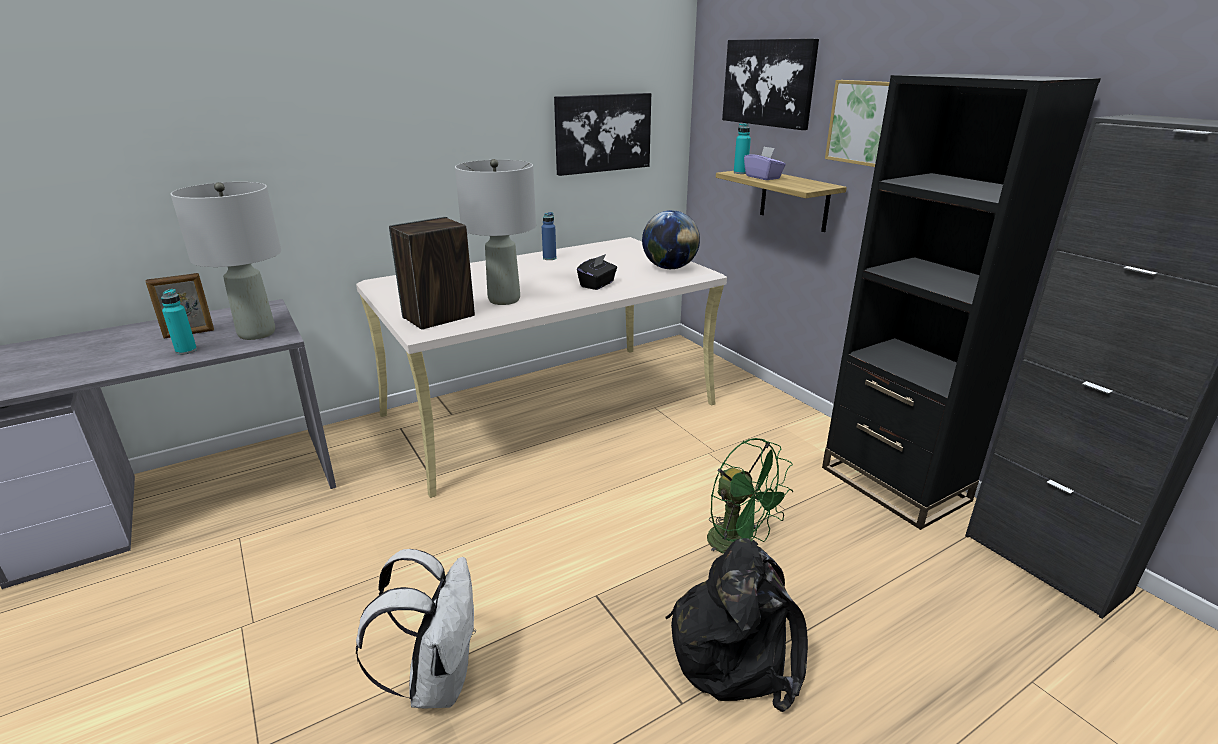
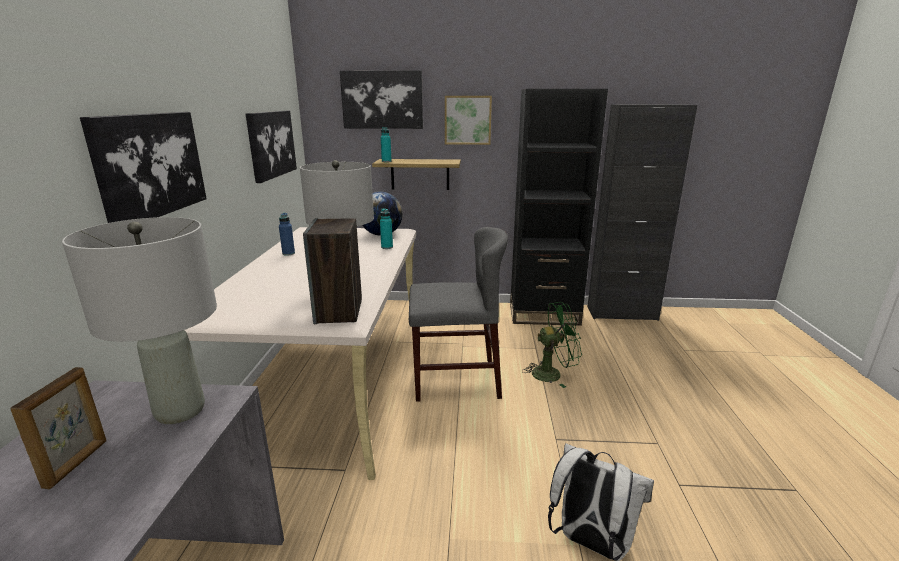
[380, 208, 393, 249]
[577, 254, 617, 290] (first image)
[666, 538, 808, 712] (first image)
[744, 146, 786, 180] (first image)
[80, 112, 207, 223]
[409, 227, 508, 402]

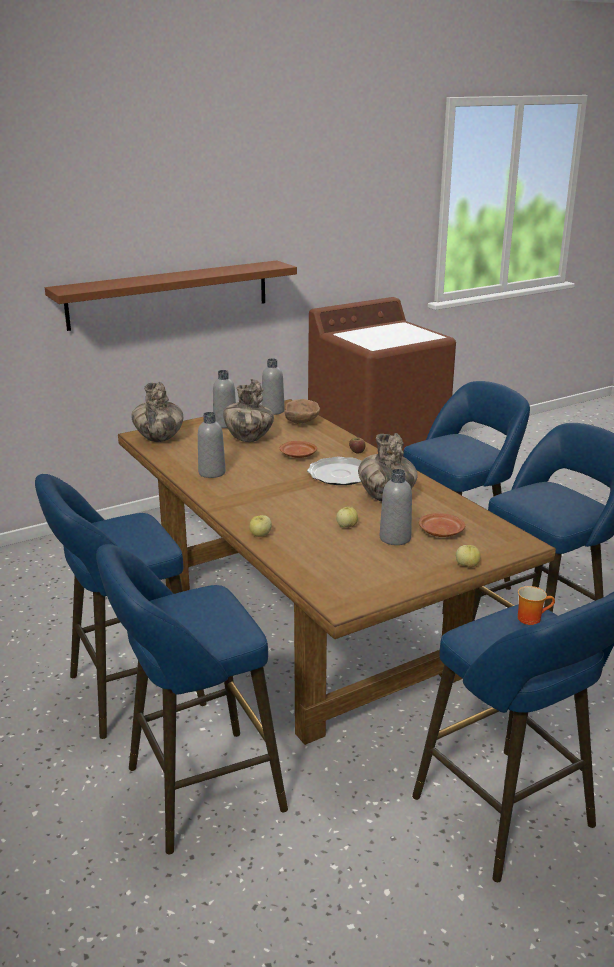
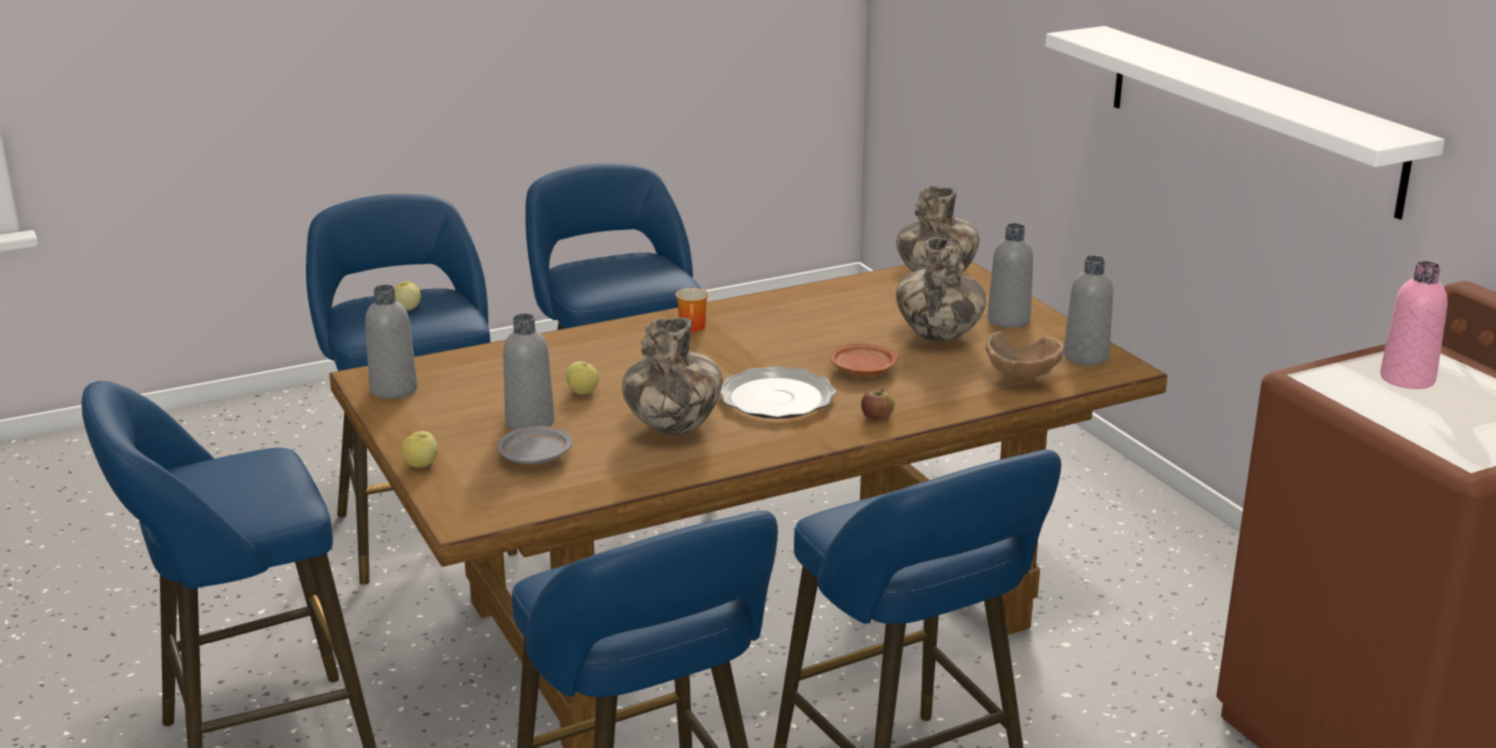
[1046, 26, 1445, 220]
[365, 285, 418, 399]
[394, 282, 421, 311]
[497, 426, 572, 464]
[675, 288, 709, 332]
[1380, 261, 1448, 389]

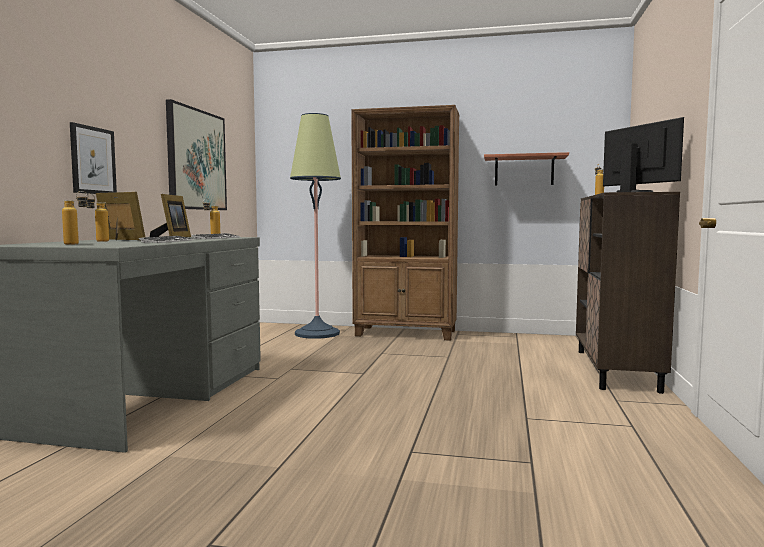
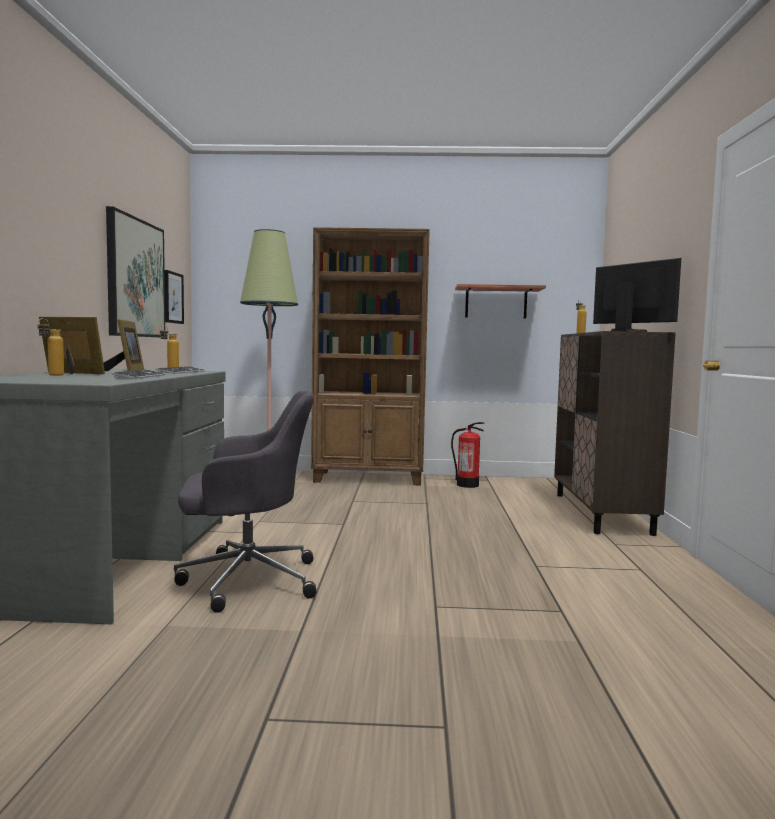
[62, 191, 89, 245] (first image)
[165, 270, 184, 324]
[174, 391, 316, 613]
[451, 422, 484, 488]

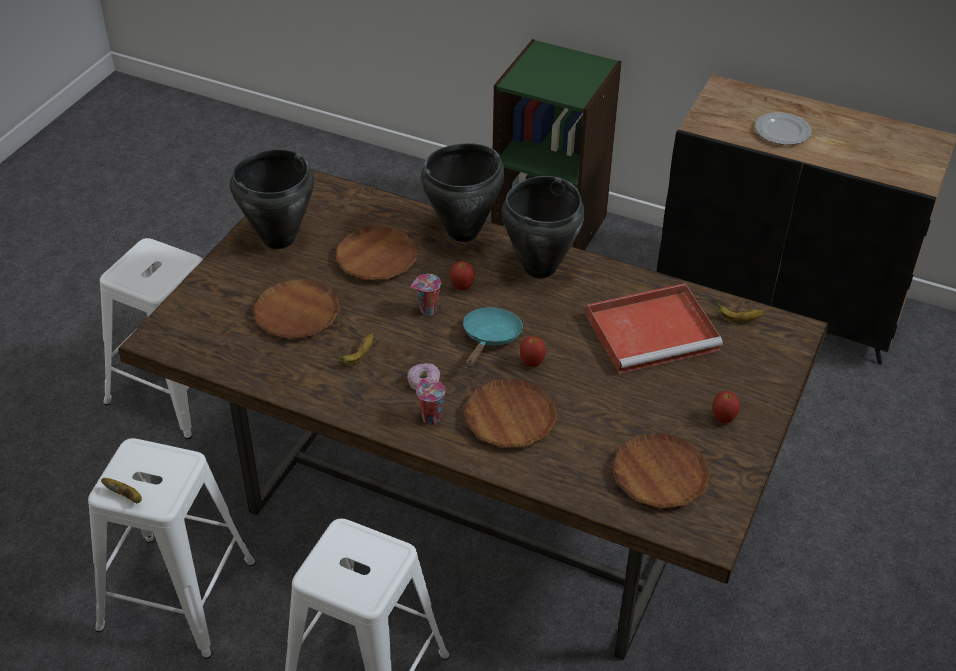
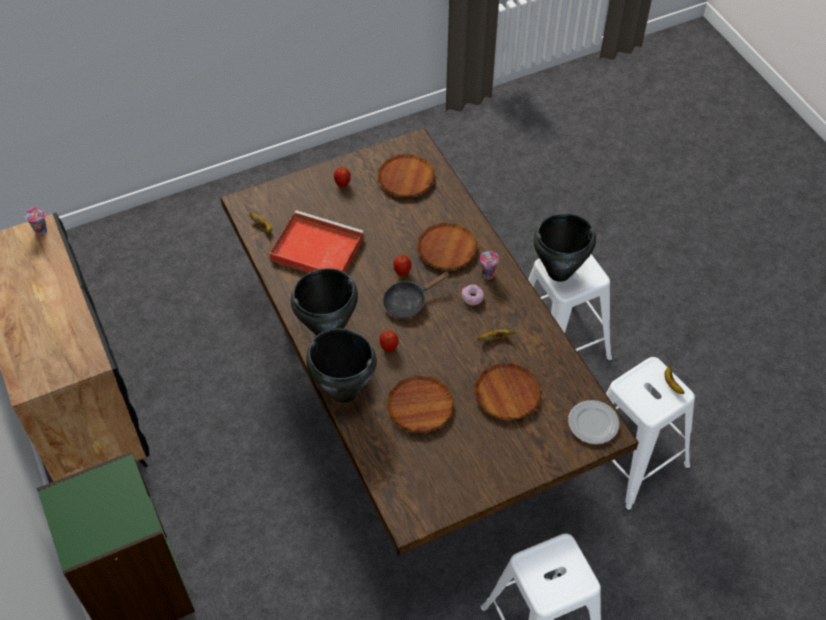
[533, 214, 596, 282]
[25, 207, 47, 236]
[383, 272, 450, 319]
[568, 400, 619, 444]

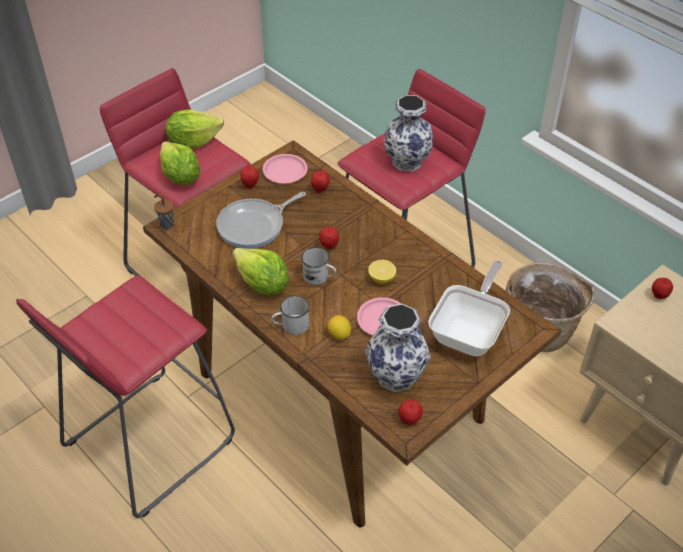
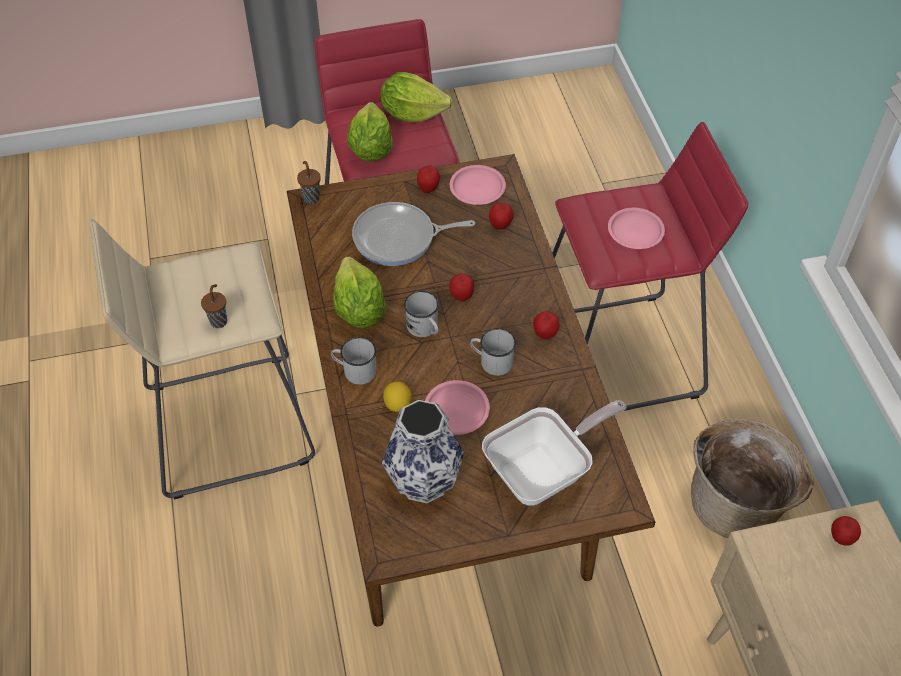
[89, 219, 315, 499]
[470, 328, 516, 376]
[608, 208, 665, 249]
[533, 311, 559, 340]
[201, 284, 227, 328]

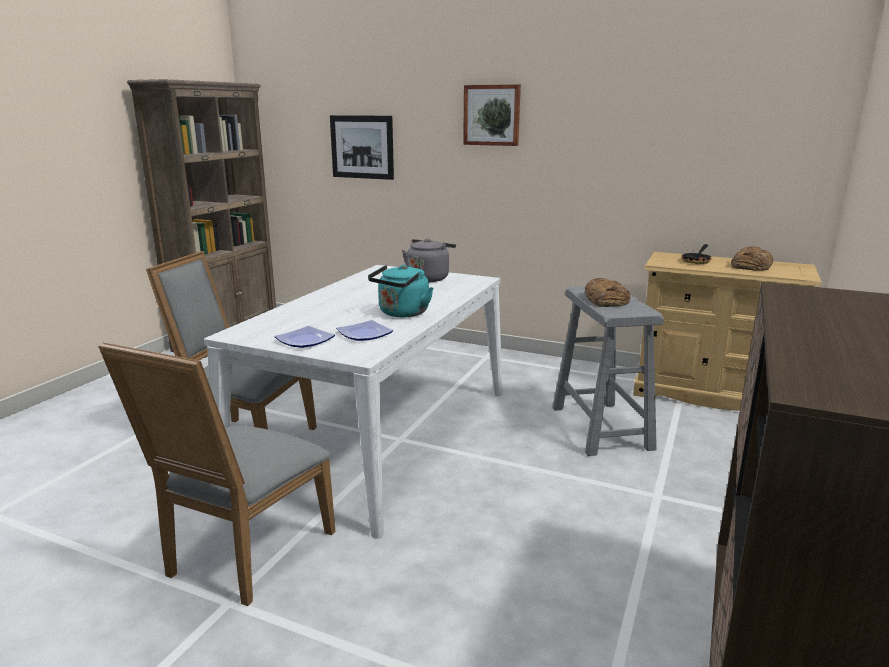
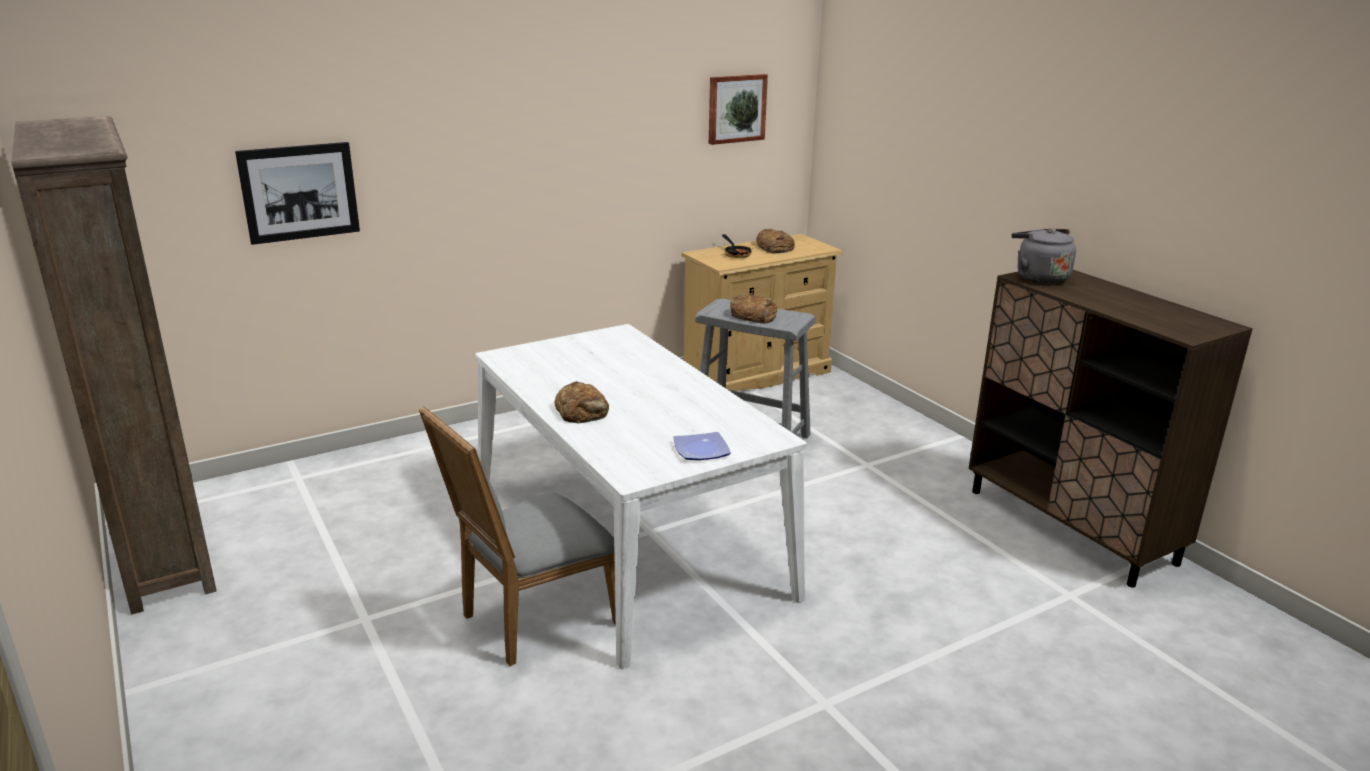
[98, 342, 335, 606] (first image)
[336, 320, 393, 341] (first image)
[368, 264, 433, 317] (first image)
[1011, 228, 1076, 284]
[709, 74, 768, 145]
[555, 381, 609, 424]

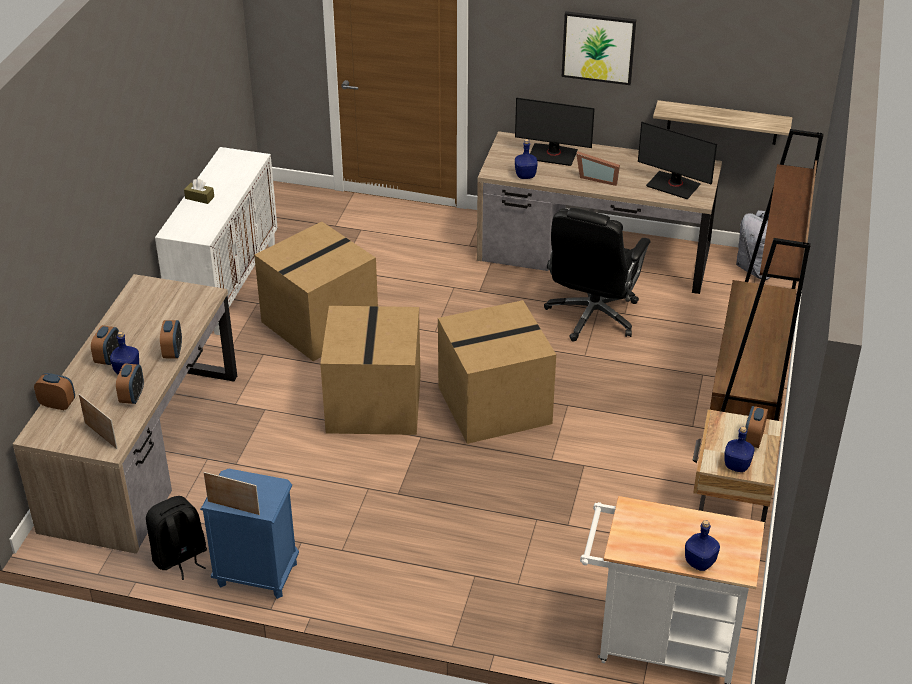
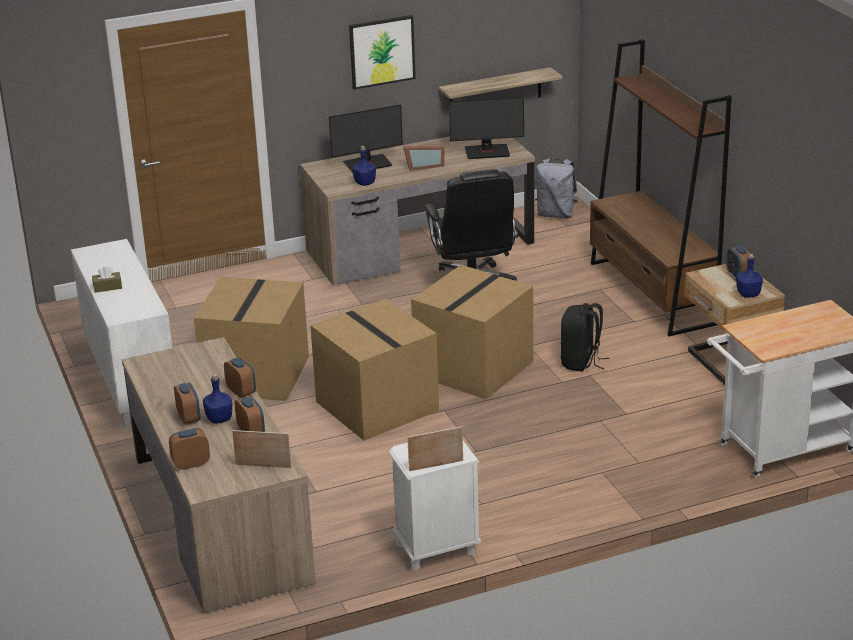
[561, 303, 609, 372]
[389, 441, 481, 571]
[685, 520, 720, 571] (first image)

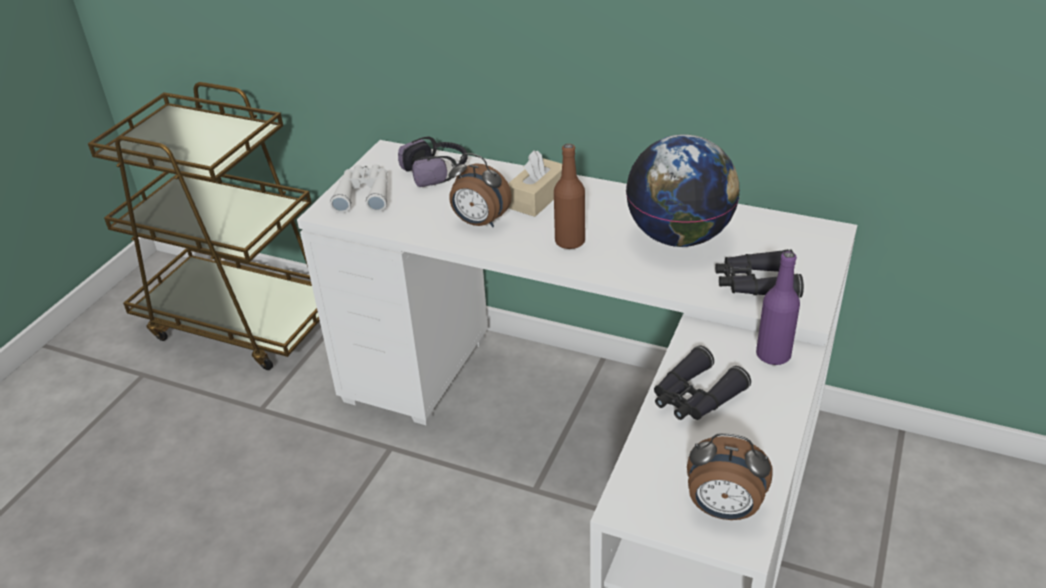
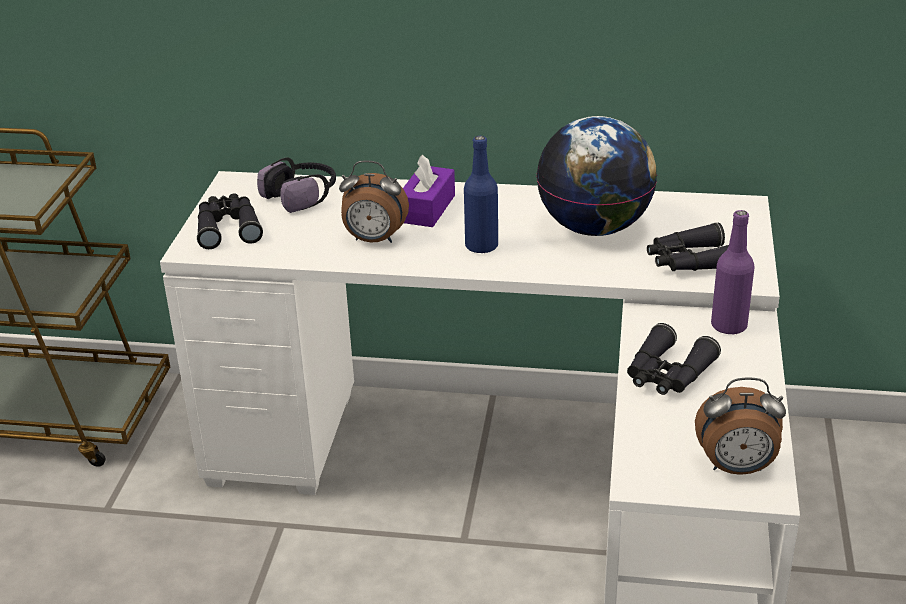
[197, 193, 263, 249]
[403, 155, 455, 227]
[464, 136, 498, 254]

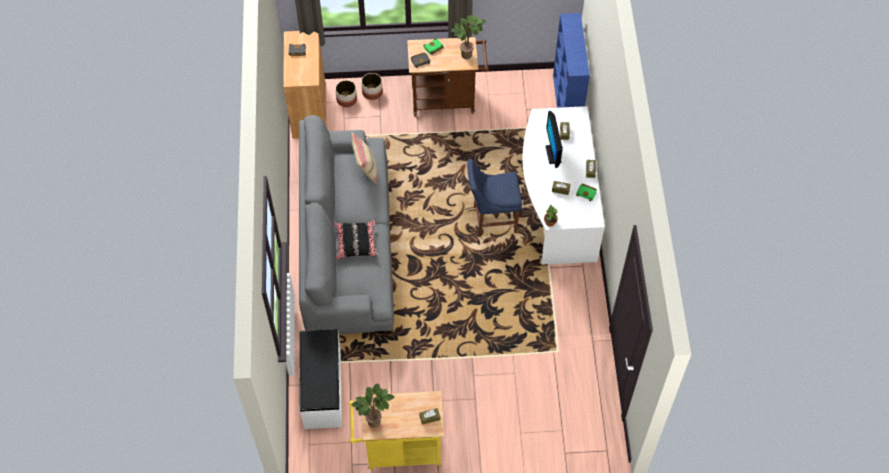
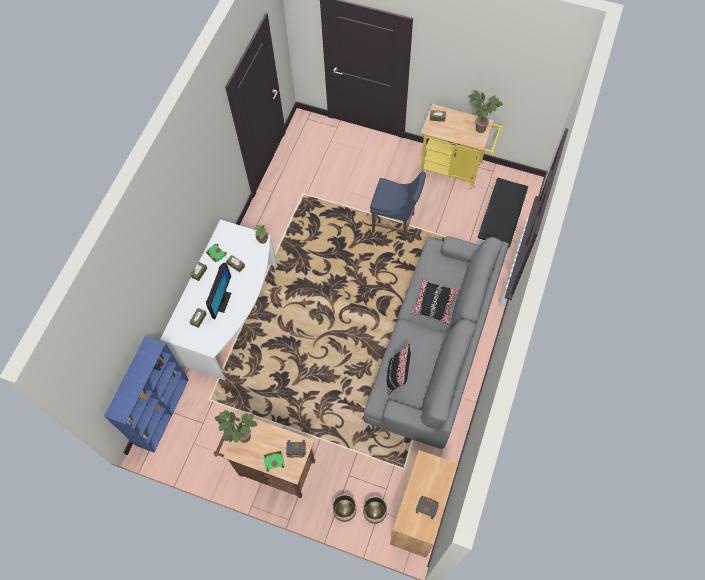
[387, 344, 411, 395]
[370, 172, 426, 241]

